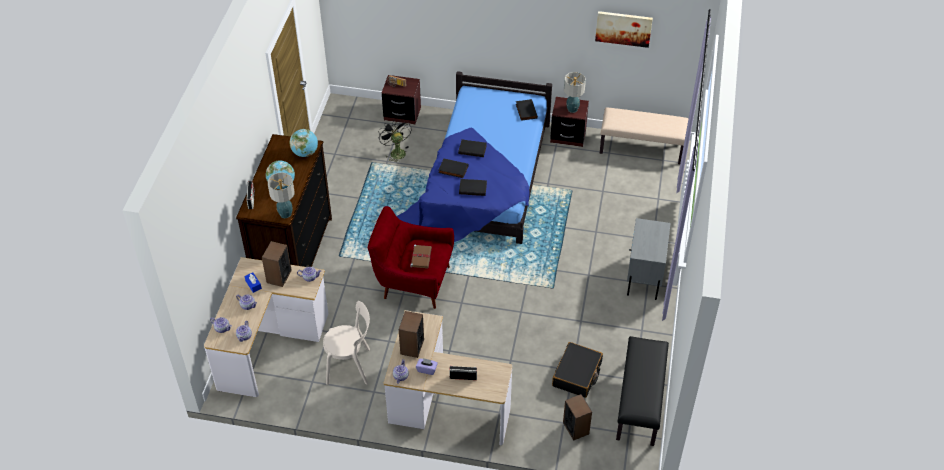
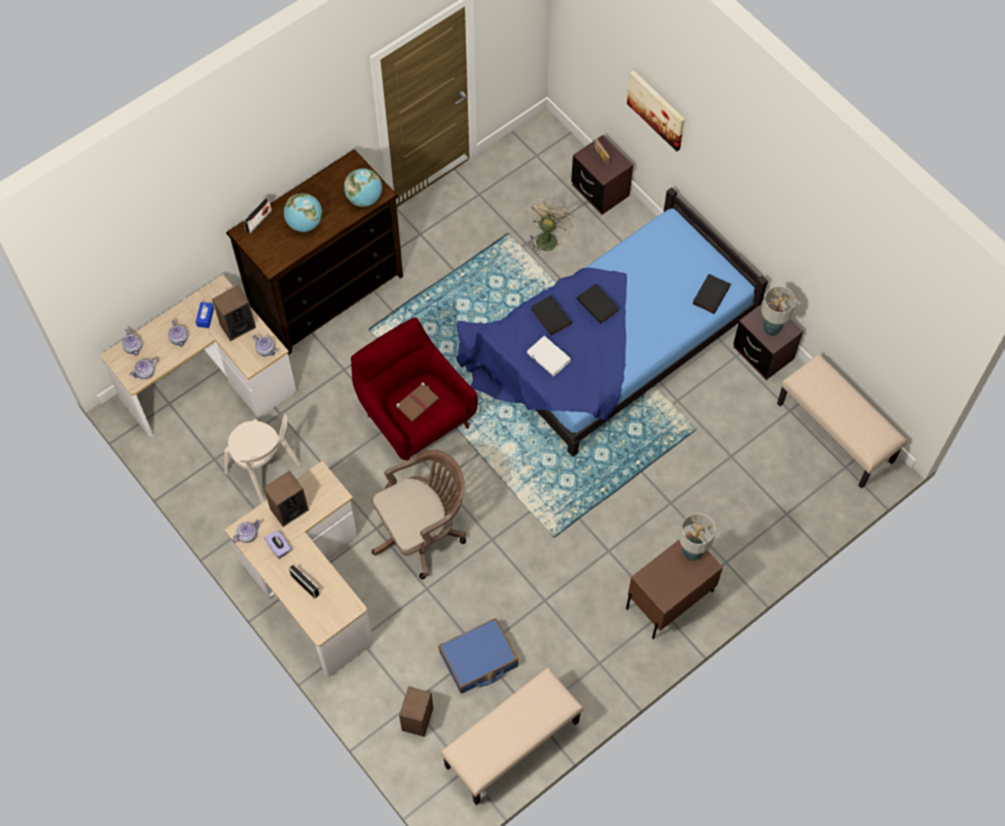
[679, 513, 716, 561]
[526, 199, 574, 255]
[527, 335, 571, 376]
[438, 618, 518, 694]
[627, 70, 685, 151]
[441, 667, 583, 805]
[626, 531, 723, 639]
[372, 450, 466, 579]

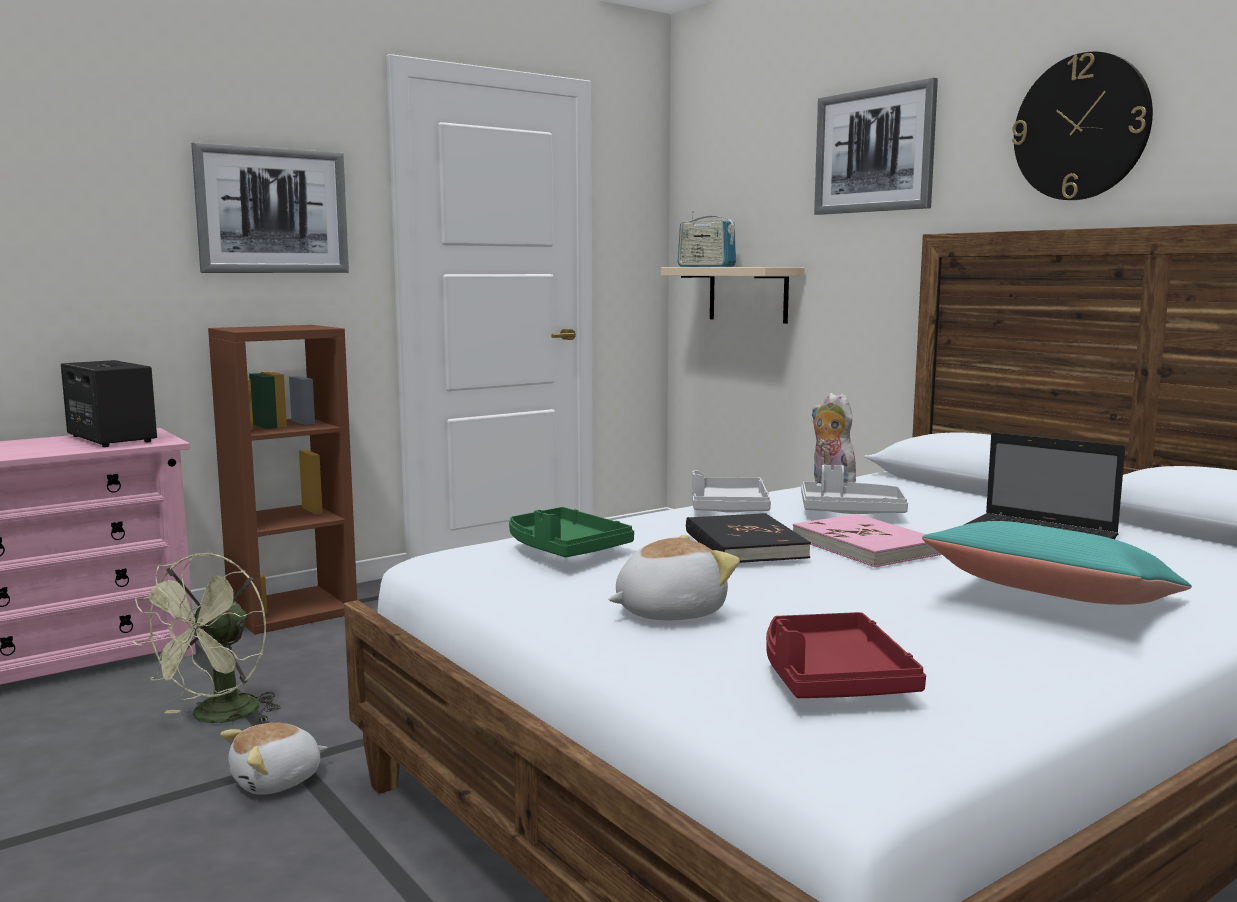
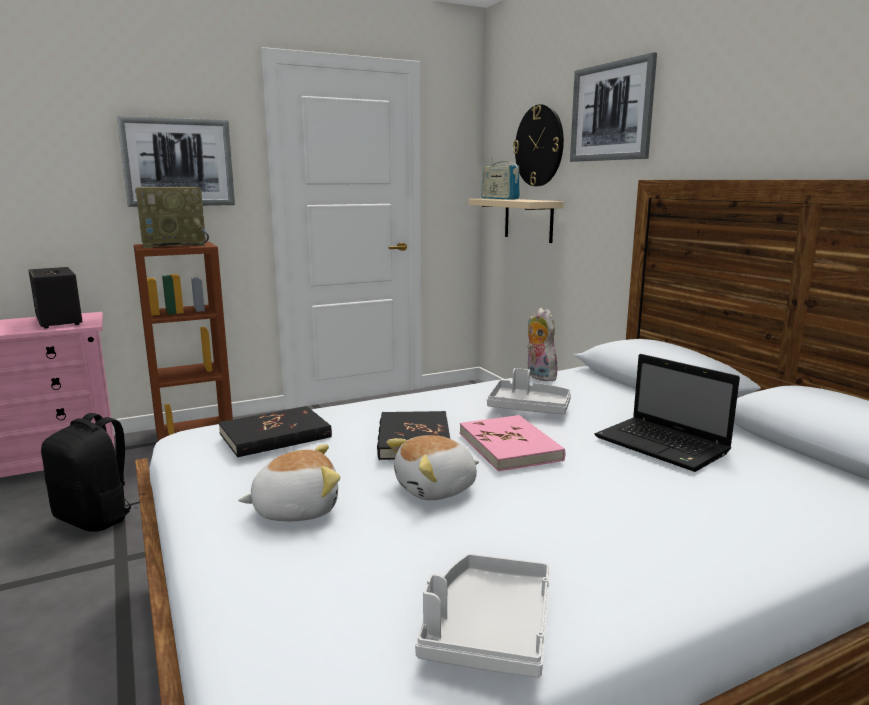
[41, 413, 140, 532]
[387, 435, 479, 500]
[219, 406, 332, 458]
[415, 554, 551, 678]
[766, 612, 926, 698] (first image)
[922, 521, 1192, 605] (first image)
[513, 104, 564, 186]
[135, 187, 209, 248]

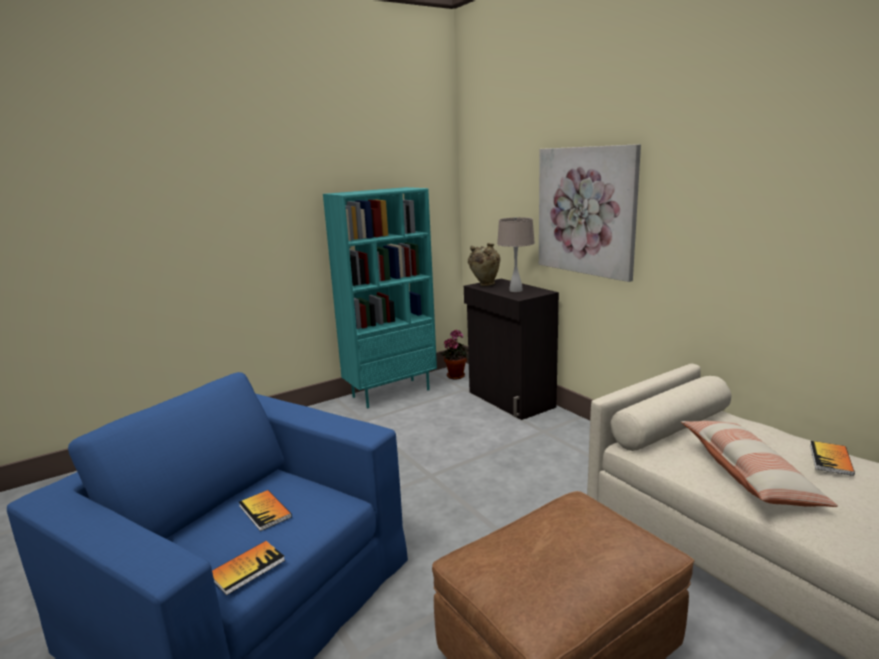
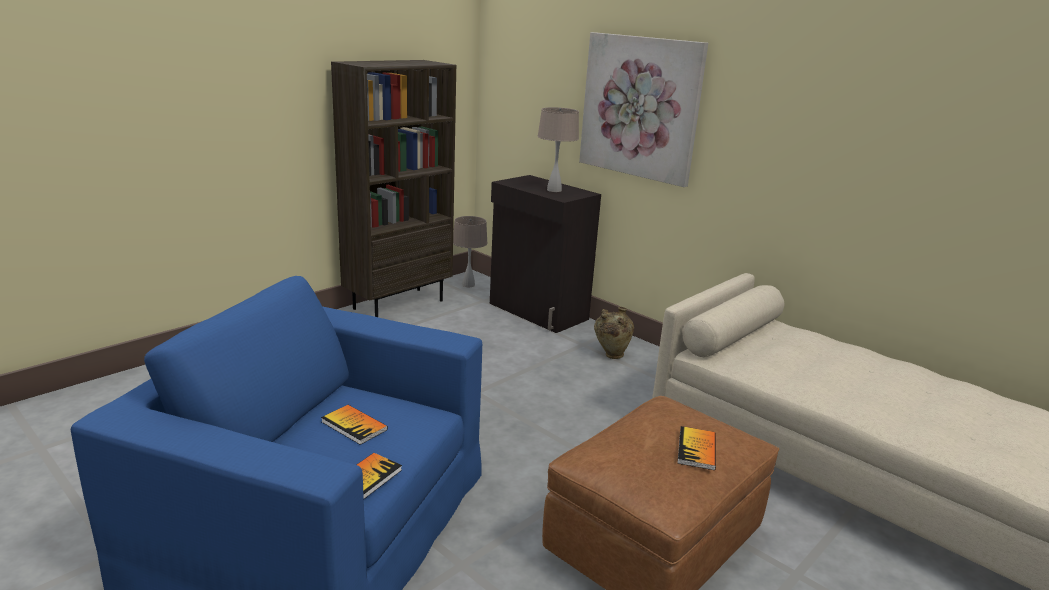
[331, 60, 456, 317]
[453, 216, 488, 287]
[594, 307, 634, 359]
[681, 421, 838, 507] (first image)
[677, 426, 716, 470]

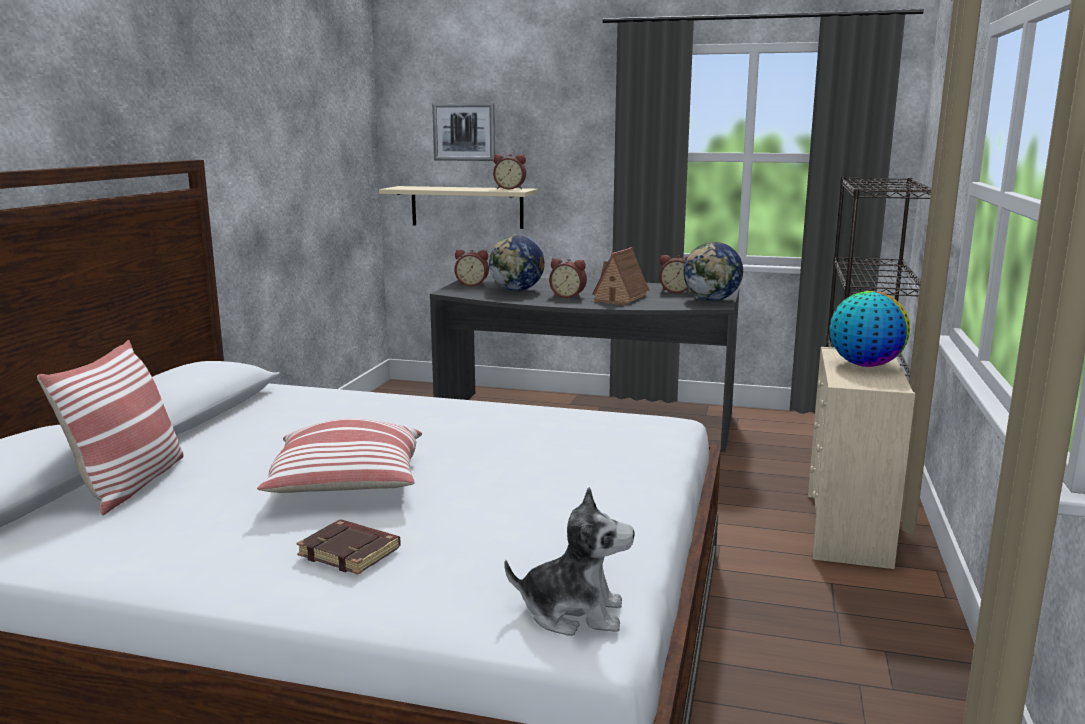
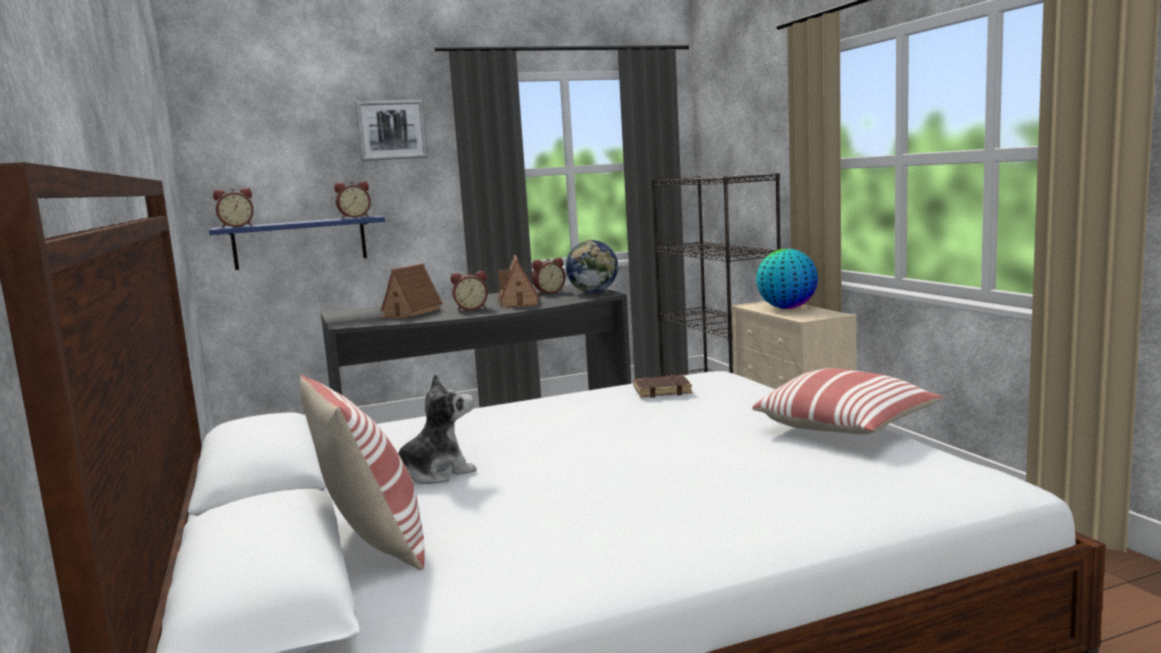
[752, 368, 944, 434]
[633, 375, 692, 398]
[209, 216, 385, 270]
[355, 100, 428, 161]
[213, 188, 254, 228]
[378, 263, 443, 319]
[398, 374, 477, 484]

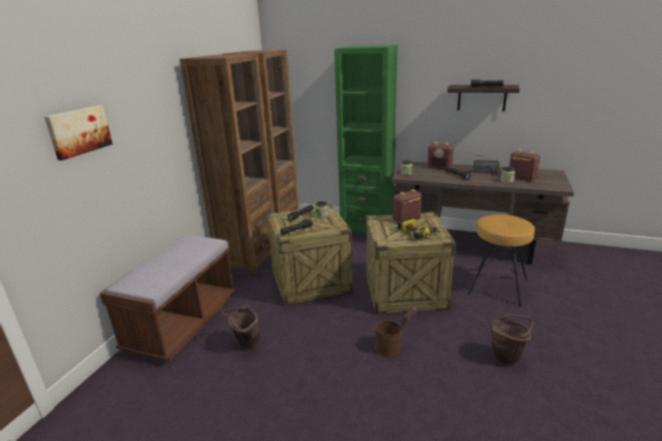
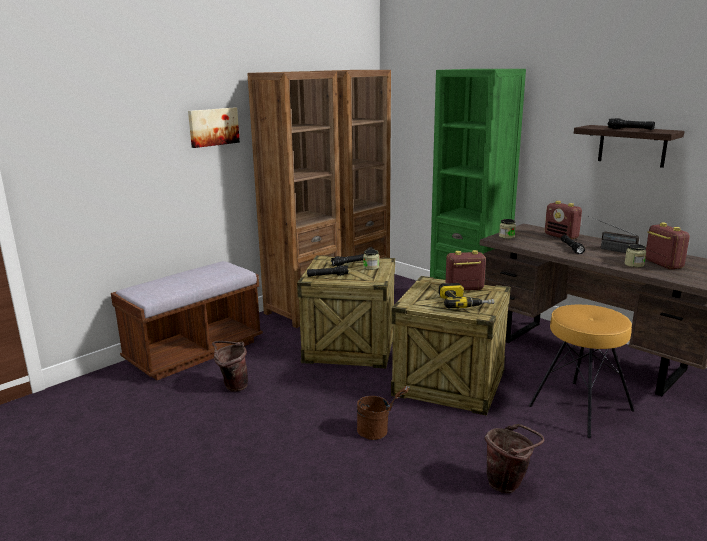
[188, 108, 240, 148]

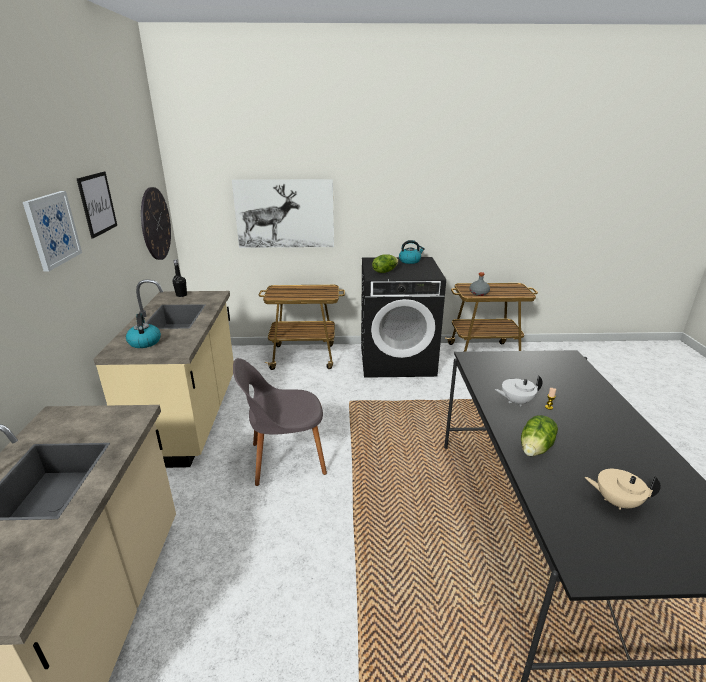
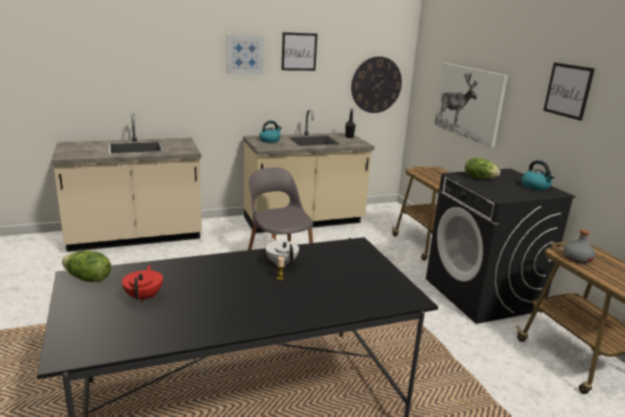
[62, 250, 111, 282]
[122, 265, 163, 302]
[543, 63, 595, 121]

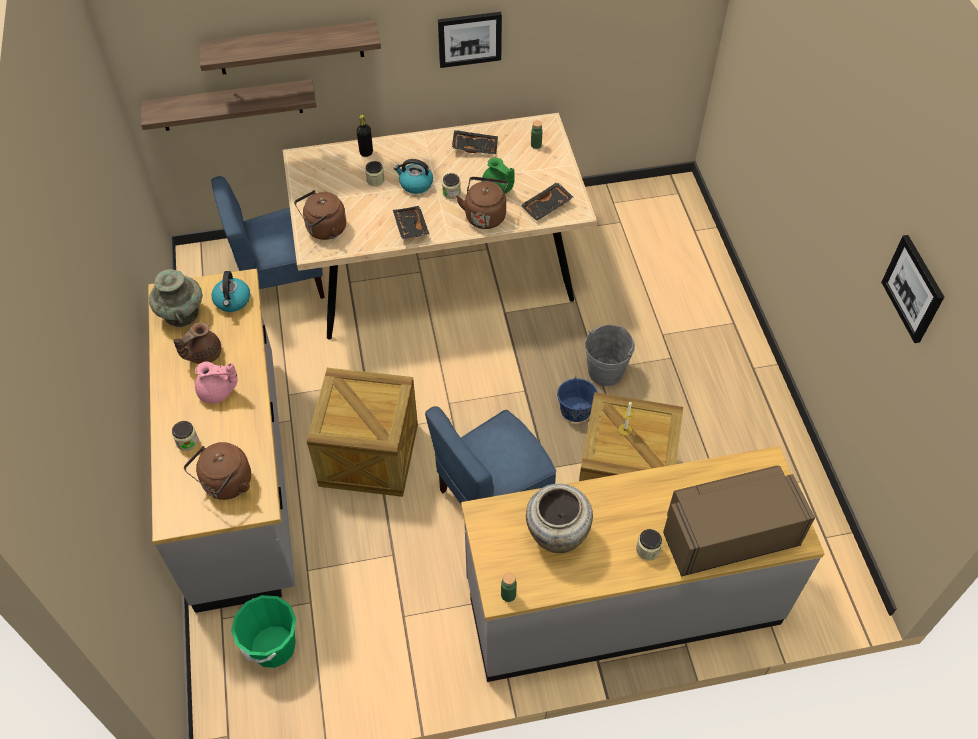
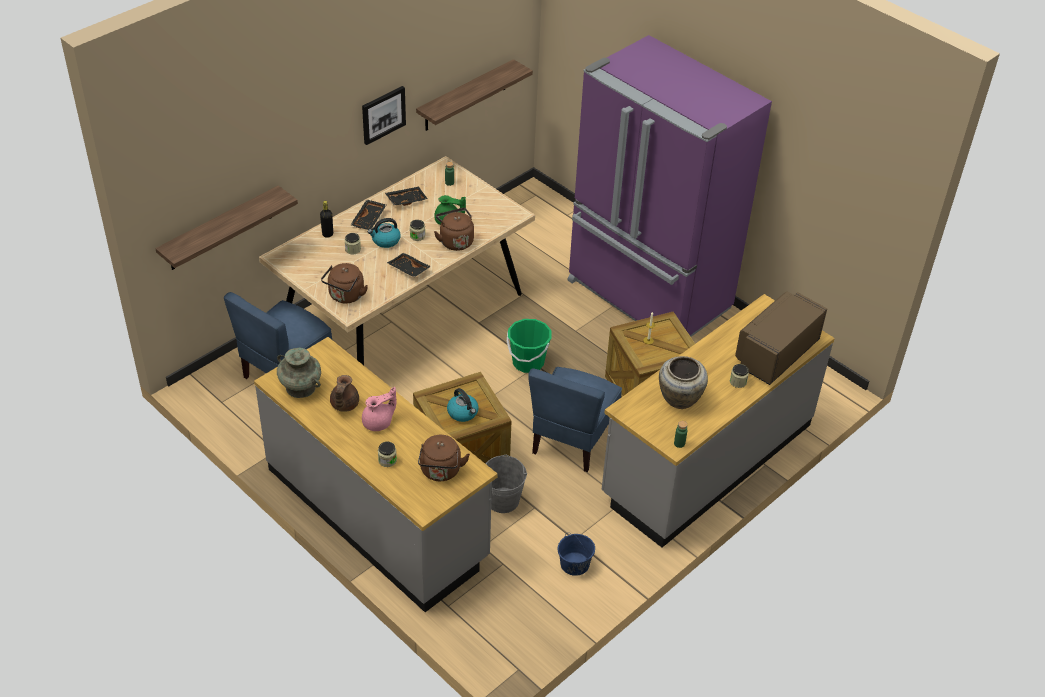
[416, 59, 533, 131]
[447, 388, 479, 422]
[507, 319, 552, 373]
[350, 199, 386, 230]
[558, 533, 595, 576]
[485, 455, 527, 513]
[881, 235, 944, 343] (first image)
[567, 35, 772, 337]

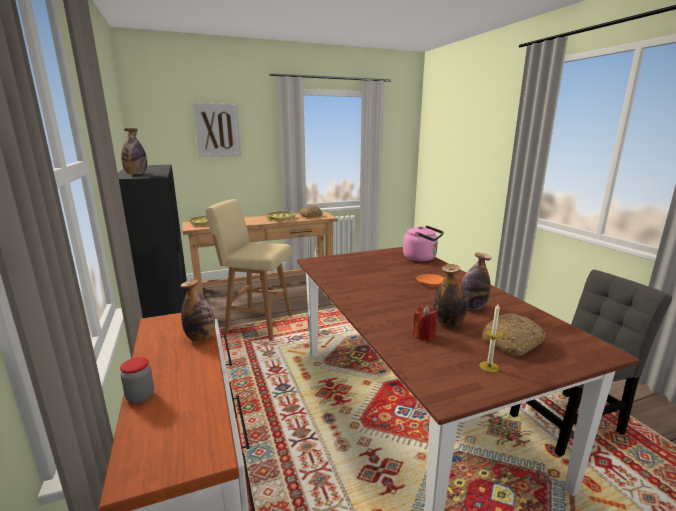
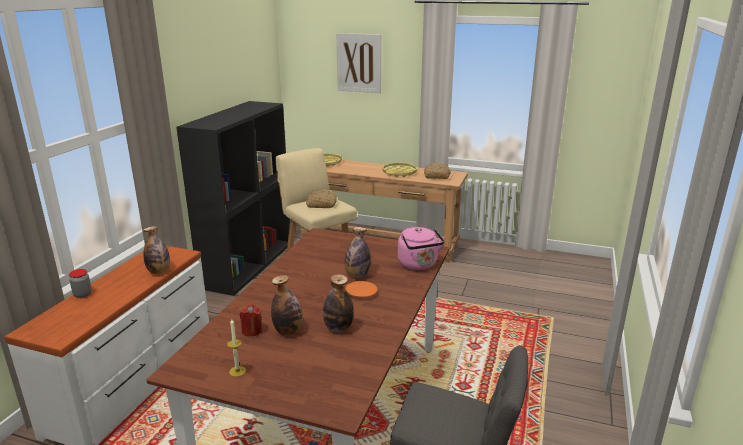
[345, 227, 371, 278]
[306, 190, 337, 208]

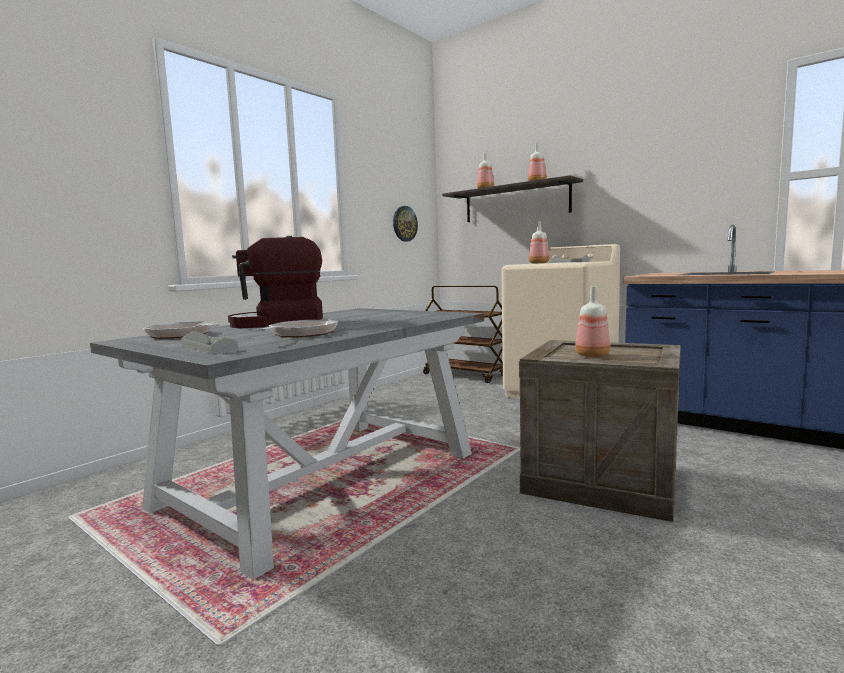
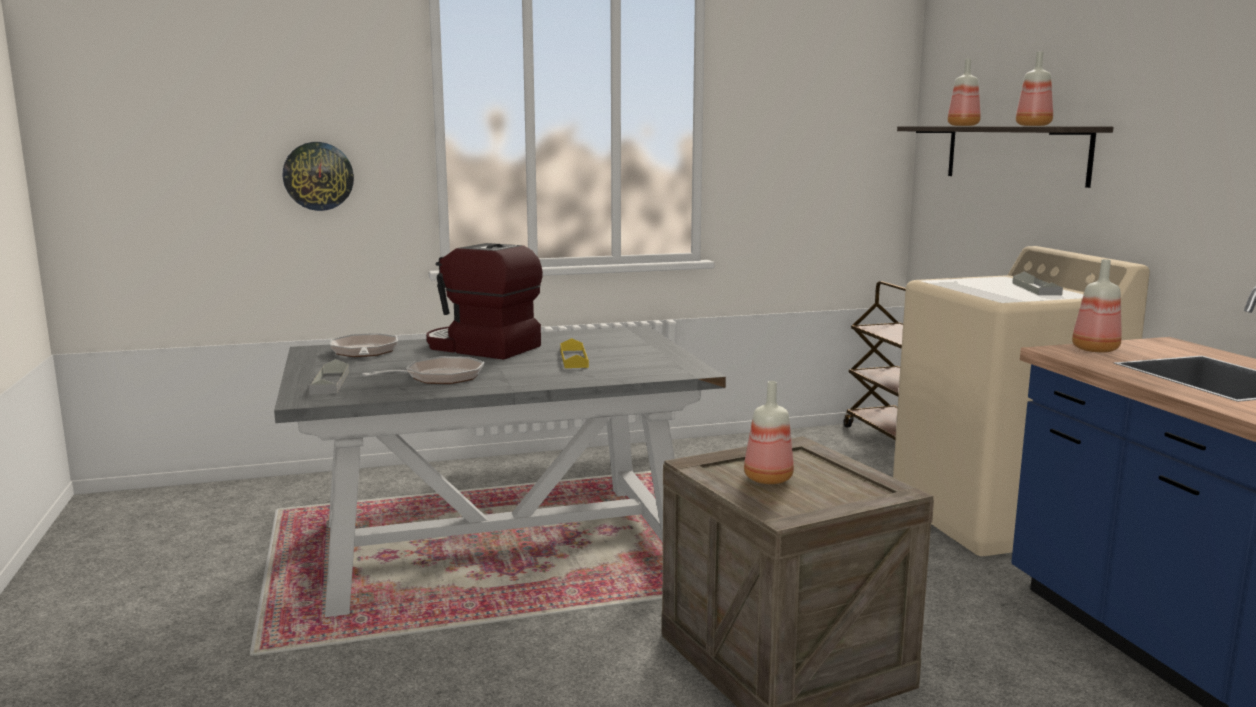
[283, 142, 354, 211]
[1072, 259, 1122, 352]
[560, 338, 589, 368]

